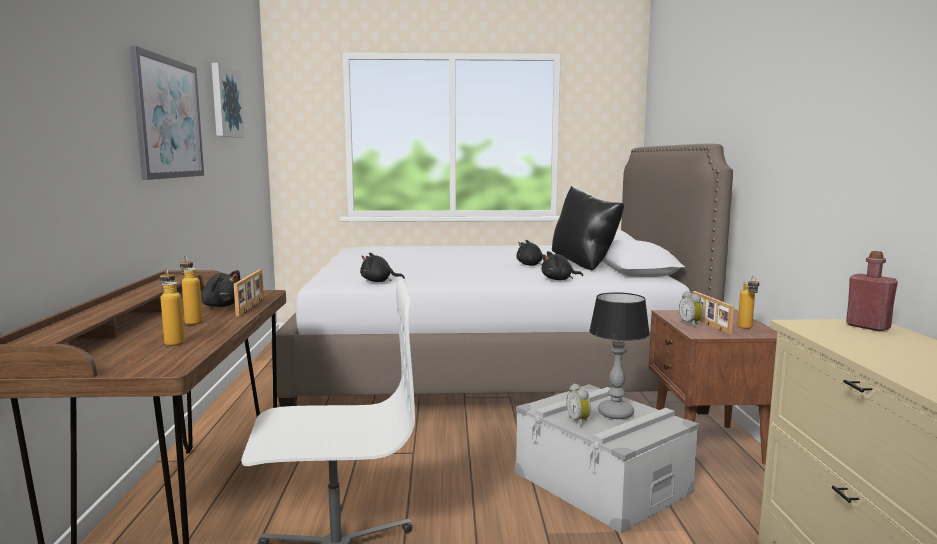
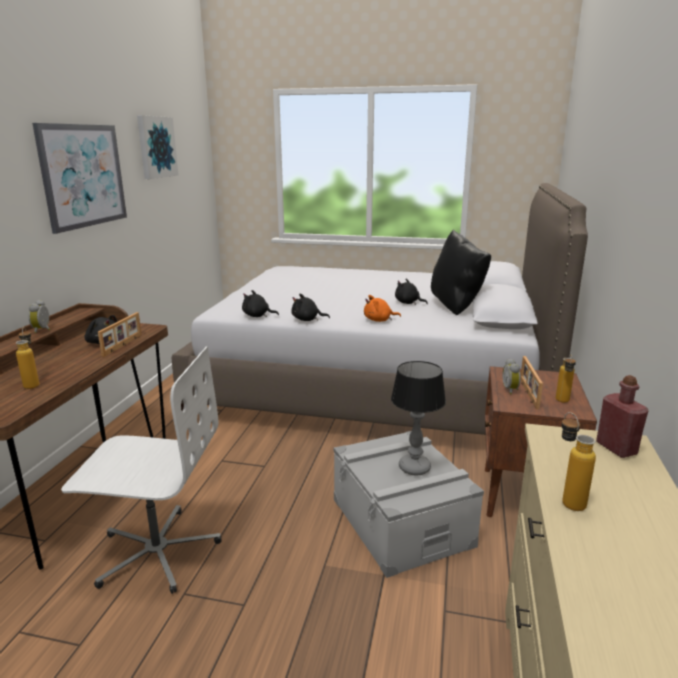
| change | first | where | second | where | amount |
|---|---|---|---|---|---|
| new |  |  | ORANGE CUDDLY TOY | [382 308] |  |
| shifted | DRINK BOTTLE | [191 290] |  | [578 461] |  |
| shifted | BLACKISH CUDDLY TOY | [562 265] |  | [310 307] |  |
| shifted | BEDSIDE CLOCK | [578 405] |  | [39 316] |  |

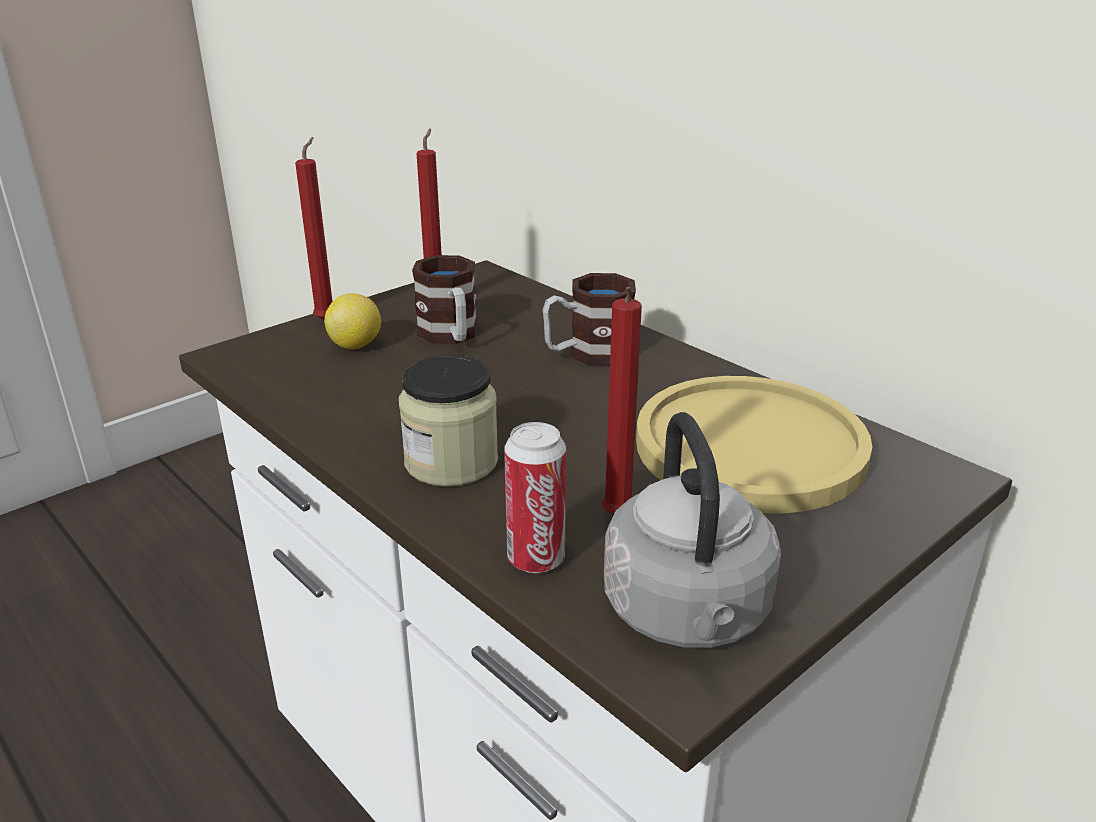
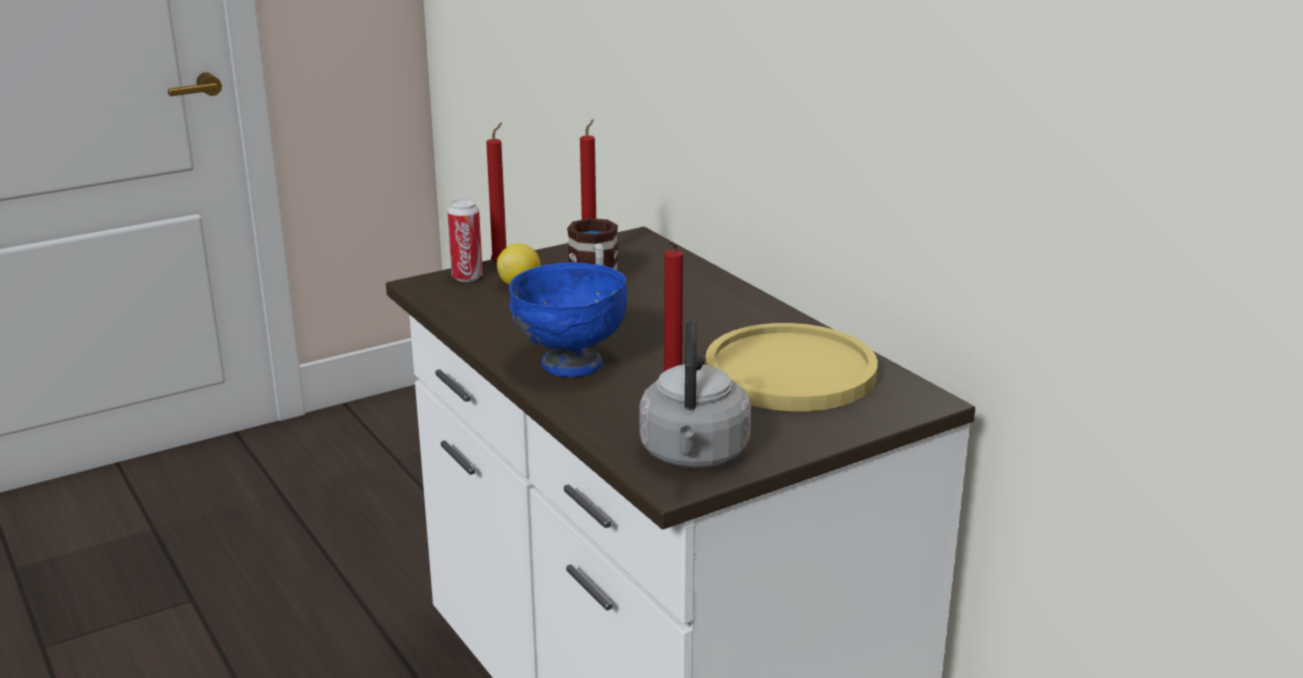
| change | first | where | second | where | amount |
|---|---|---|---|---|---|
| gone | TEA MUG | [589 319] |  |  |  |
| shifted | CAN | [535 497] |  | [465 240] |  |
| swapped | PRESERVE JAR | [448 421] | BLUE-COLOURED SERVING BOWL | [568 320] |  |

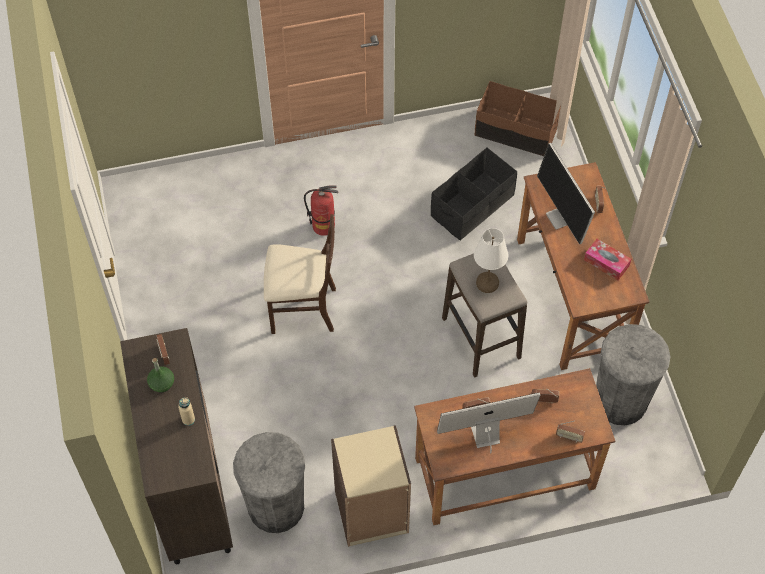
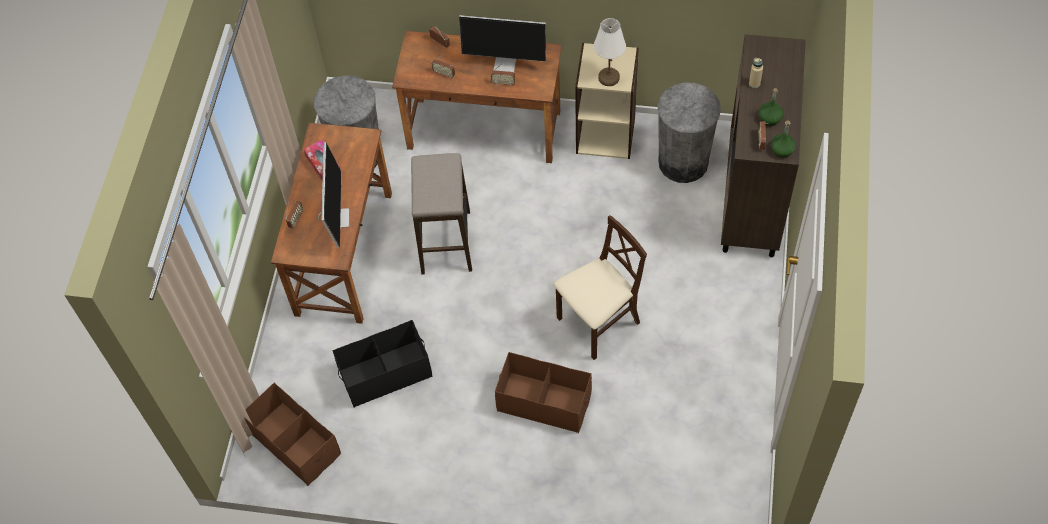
| change | first | where | second | where | amount |
|---|---|---|---|---|---|
| new |  |  | GREEN-COLOURED DRINK BOTTLE | [783 139] |  |
| shifted | WHITE LAMP FOR A TABLE | [491 260] |  | [610 52] |  |
| swapped | FIRE-FIGHTING CYLINDER | [321 210] | BROWNISH STORAGE BIN | [543 392] |  |
| rotated | SAND-COLOURED PLAIN CHAIR | [300 274] |  | [600 287] | 120 degrees clockwise |

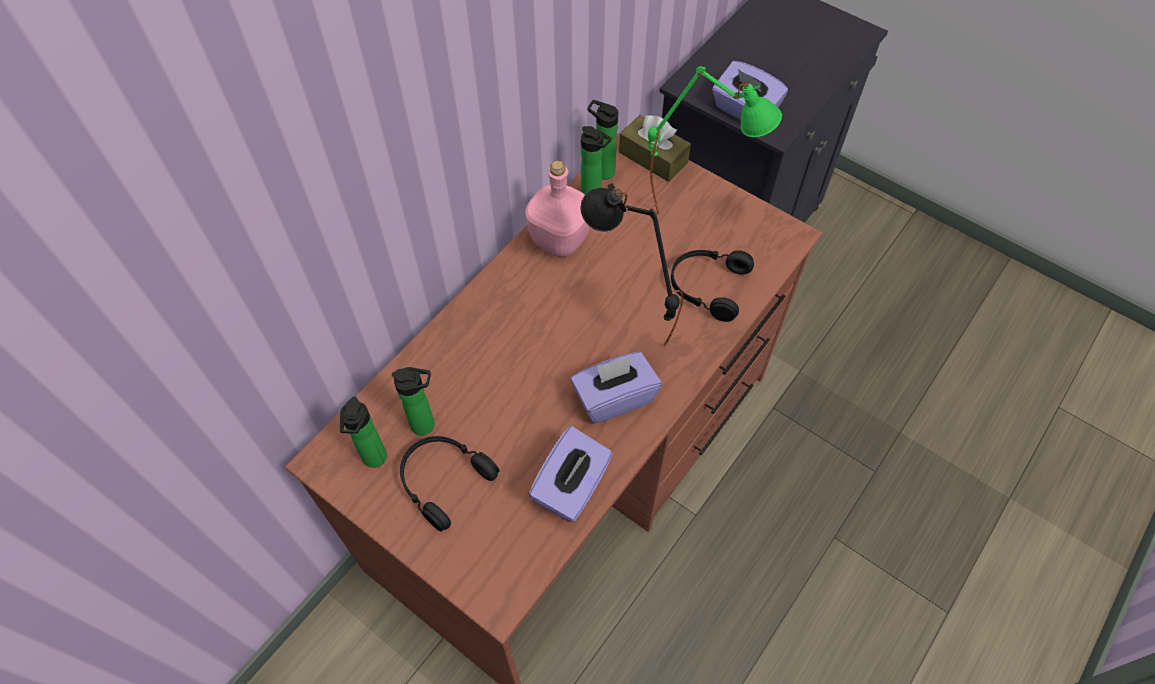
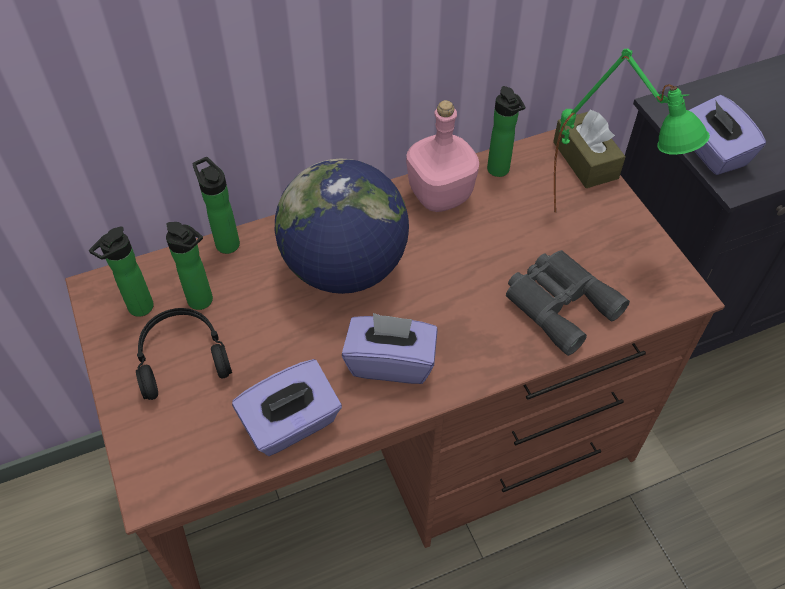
| change | first | where | second | where | amount |
|---|---|---|---|---|---|
| gone | BLACKISH LAMP FOR A TABLE | [631 264] |  |  |  |
| new |  |  | GLOBE | [342 226] |  |
| shifted | DRINK BOTTLE | [602 140] |  | [216 205] |  |
| swapped | BLACKISH HEADPHONES | [712 286] | GREY BINOCULARS | [568 303] |  |

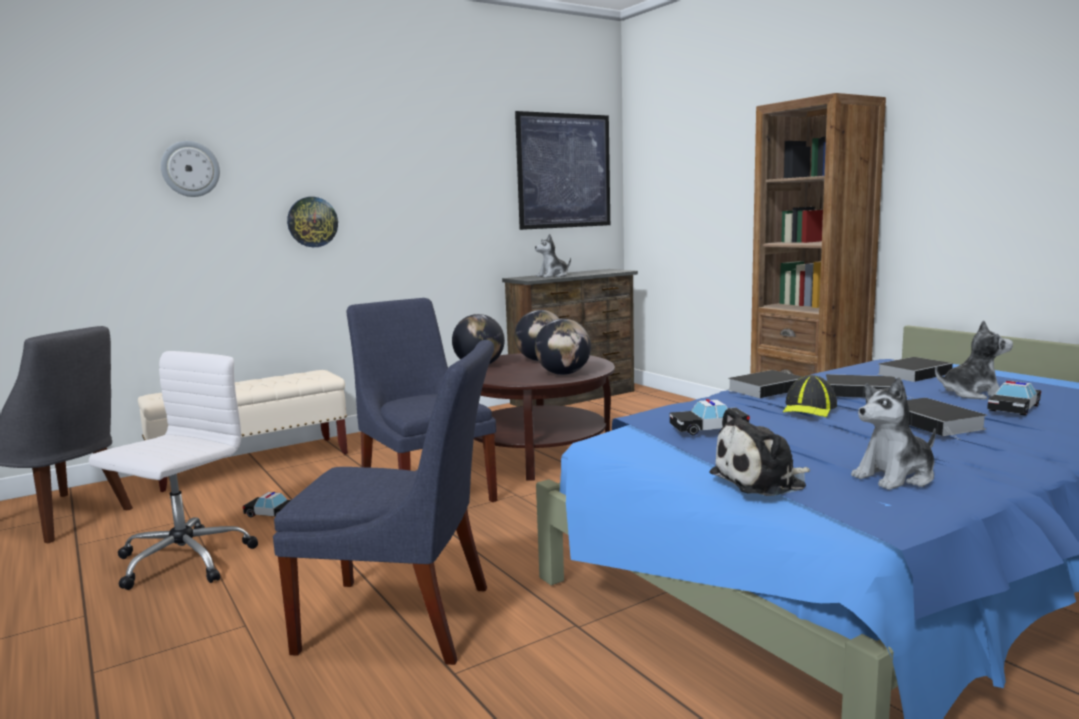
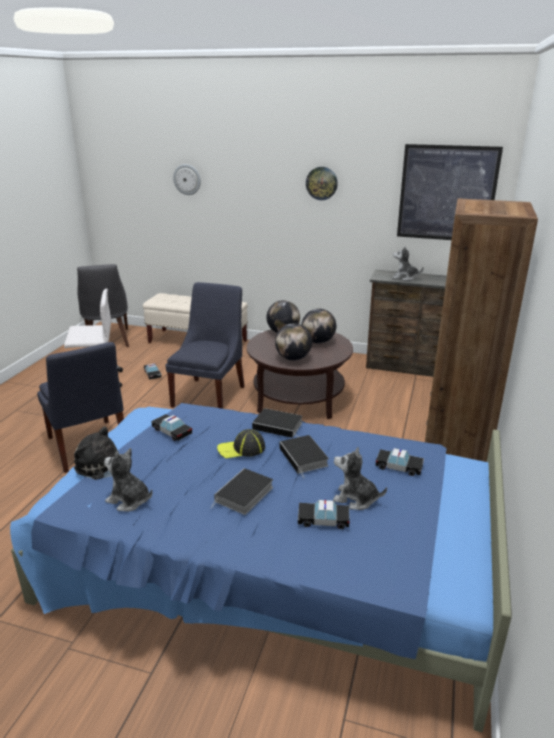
| change | first | where | second | where | amount |
|---|---|---|---|---|---|
| shifted | CLOCK ON THE WALL | [312 222] |  | [322 183] |  |
| swapped | VOLUME | [915 369] | TOY CAR | [399 462] |  |
| rotated | CUDDLY TOY | [974 360] |  | [360 478] | 150 degrees clockwise |

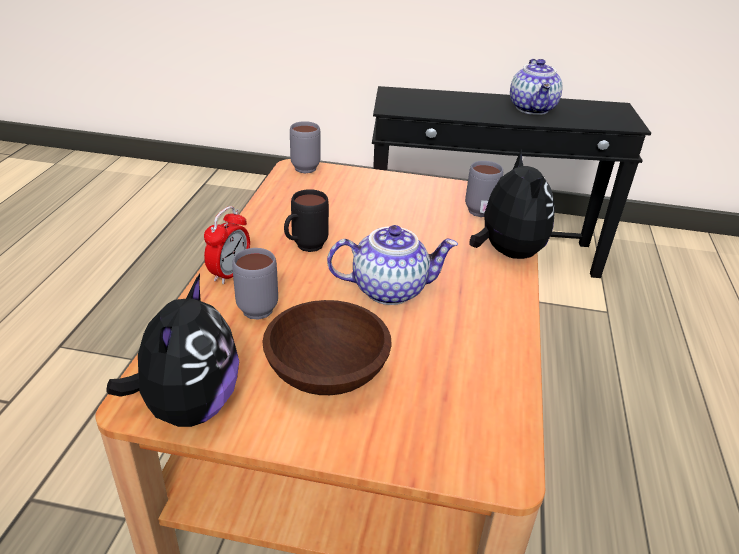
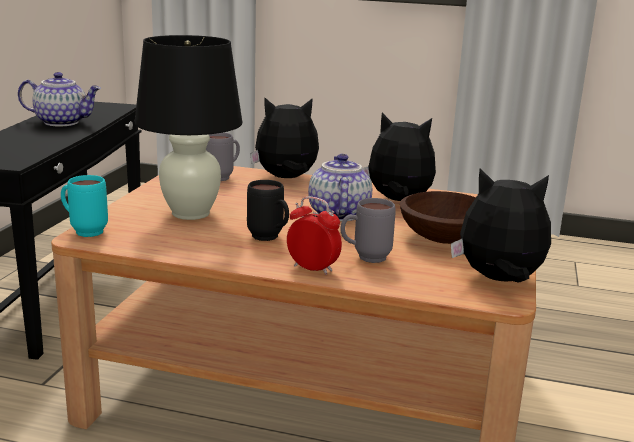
| change | first | where | second | where | amount |
|---|---|---|---|---|---|
| new |  |  | BLACKISH LAMP FOR A TABLE | [188 127] |  |
| new |  |  | CUDDLY TOY | [399 156] |  |
| repainted | GREY TEA MUG | [305 147] | BLUE-GREEN TEA MUG | [84 206] |  |

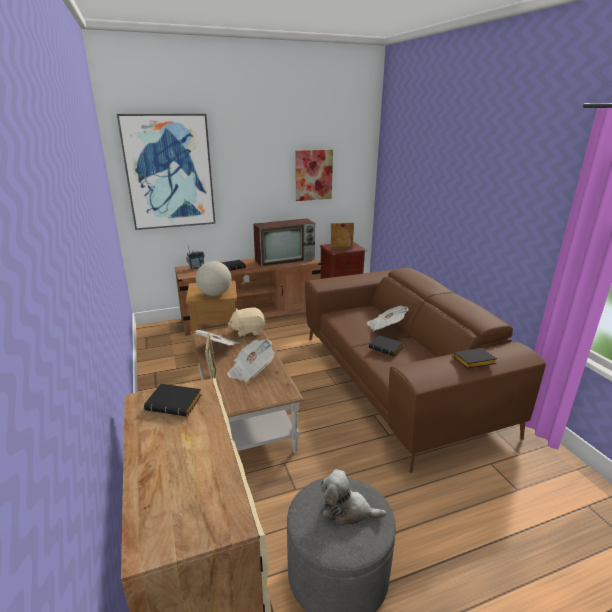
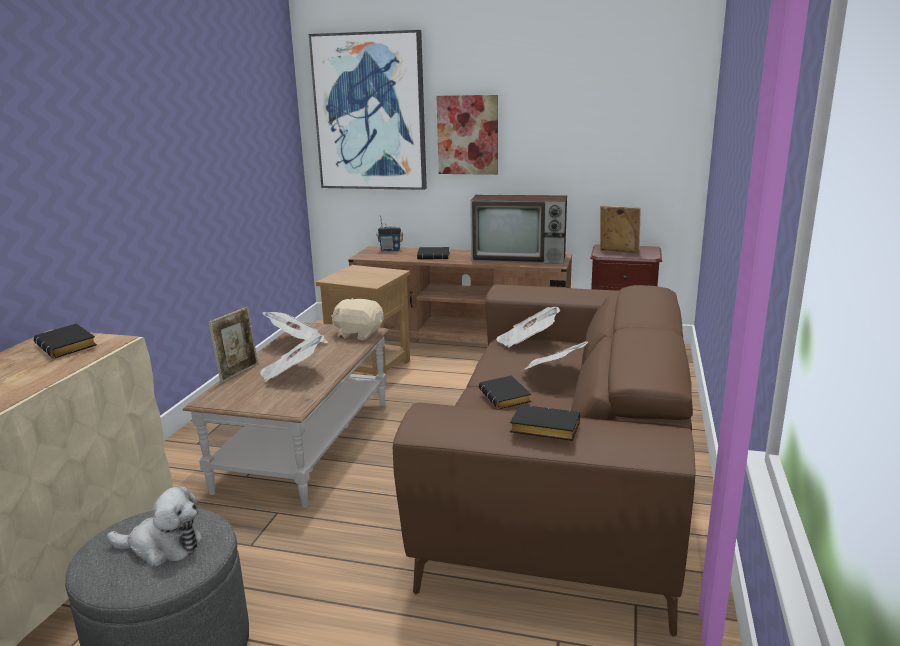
| change | first | where | second | where | amount |
|---|---|---|---|---|---|
| gone | GLOBE | [213 278] |  |  |  |
| new |  |  | DAILY PAPER | [528 327] |  |
| shifted | WALL ART | [314 175] |  | [467 135] |  |
| rotated | CUDDLY TOY | [354 497] |  | [154 526] | 135 degrees clockwise |

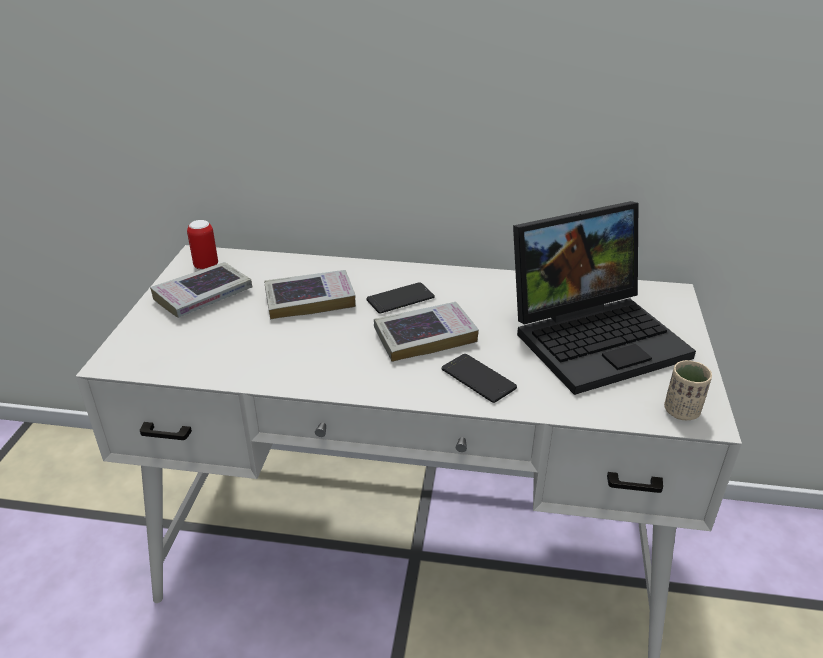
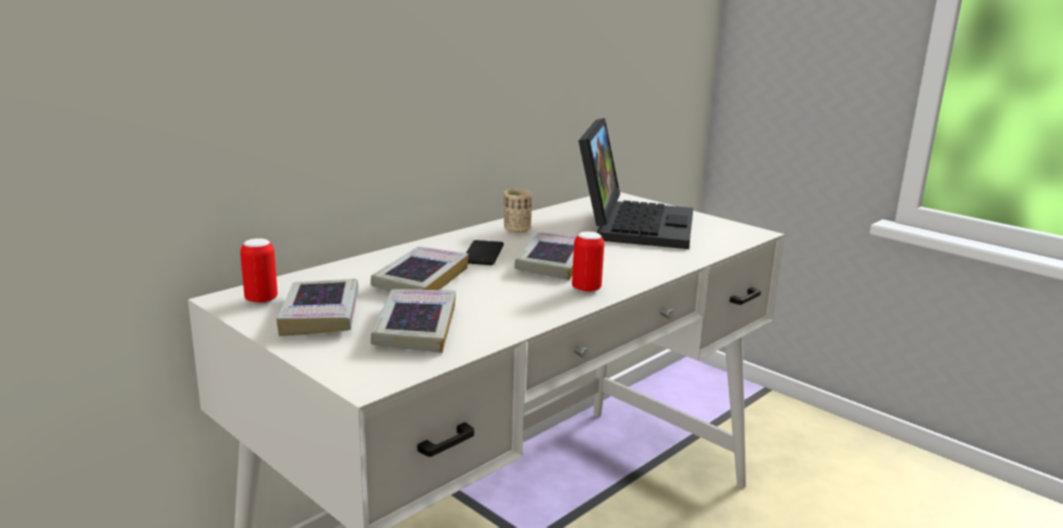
| change | first | where | second | where | amount |
|---|---|---|---|---|---|
| gone | HANDSET | [479 378] |  |  |  |
| new |  |  | VOLUME | [413 321] |  |
| new |  |  | CAN | [588 262] |  |
| shifted | SAND-COLOURED CUP | [688 390] |  | [518 211] |  |

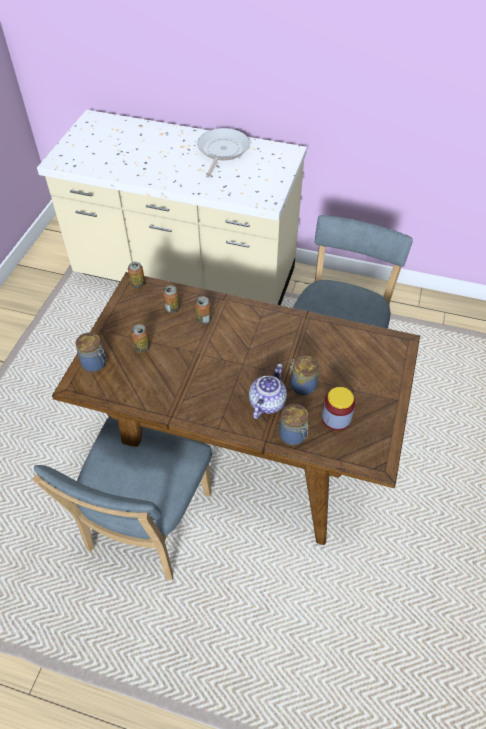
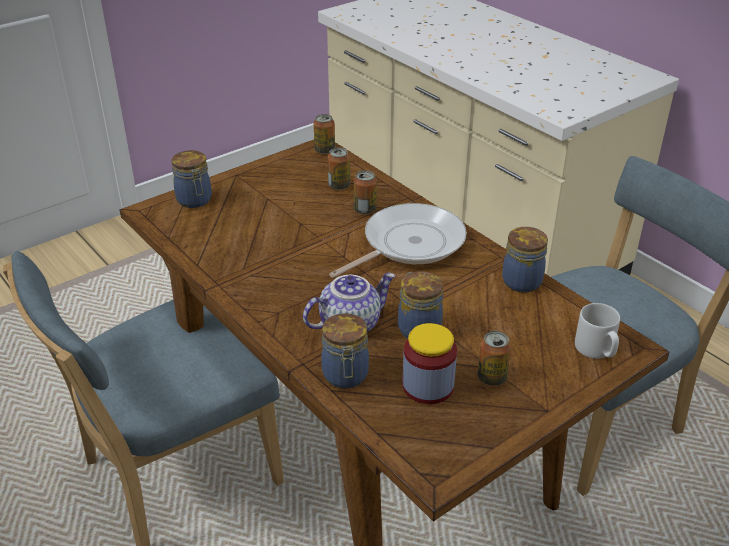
| change | first | where | second | where | amount |
|---|---|---|---|---|---|
| new |  |  | PRESERVE JAR | [525 259] |  |
| new |  |  | GREY TEA MUG | [597 331] |  |
| shifted | CAN | [140 338] |  | [494 358] |  |
| shifted | PAN | [223 153] |  | [398 240] |  |

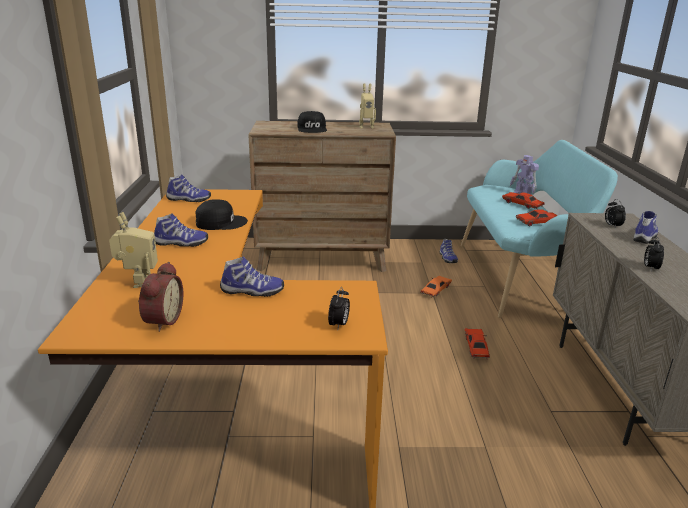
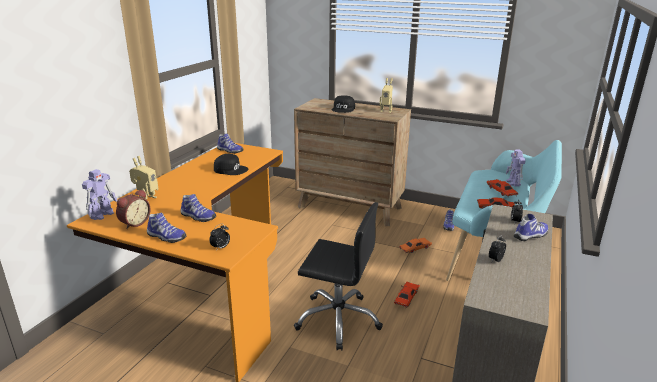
| change | first | where | second | where | amount |
|---|---|---|---|---|---|
| new |  |  | ROBOT FIGURE | [99 194] |  |
| new |  |  | BLACKISH DESK CHAIR | [338 276] |  |
| shifted | LOW SHOE | [181 230] |  | [166 228] |  |

